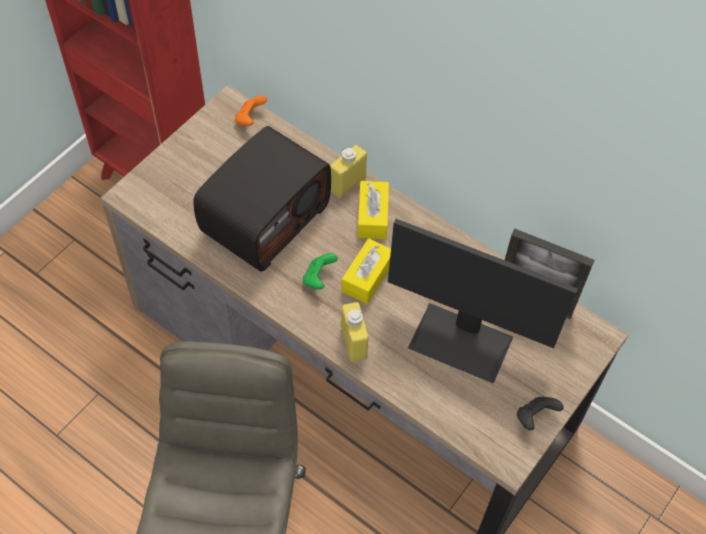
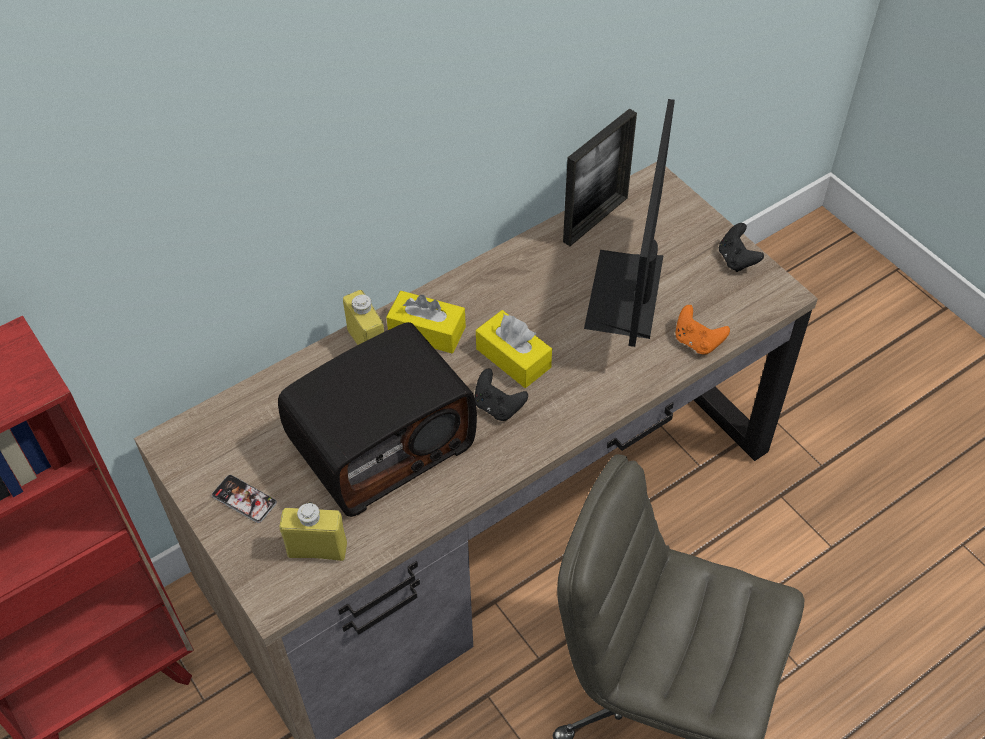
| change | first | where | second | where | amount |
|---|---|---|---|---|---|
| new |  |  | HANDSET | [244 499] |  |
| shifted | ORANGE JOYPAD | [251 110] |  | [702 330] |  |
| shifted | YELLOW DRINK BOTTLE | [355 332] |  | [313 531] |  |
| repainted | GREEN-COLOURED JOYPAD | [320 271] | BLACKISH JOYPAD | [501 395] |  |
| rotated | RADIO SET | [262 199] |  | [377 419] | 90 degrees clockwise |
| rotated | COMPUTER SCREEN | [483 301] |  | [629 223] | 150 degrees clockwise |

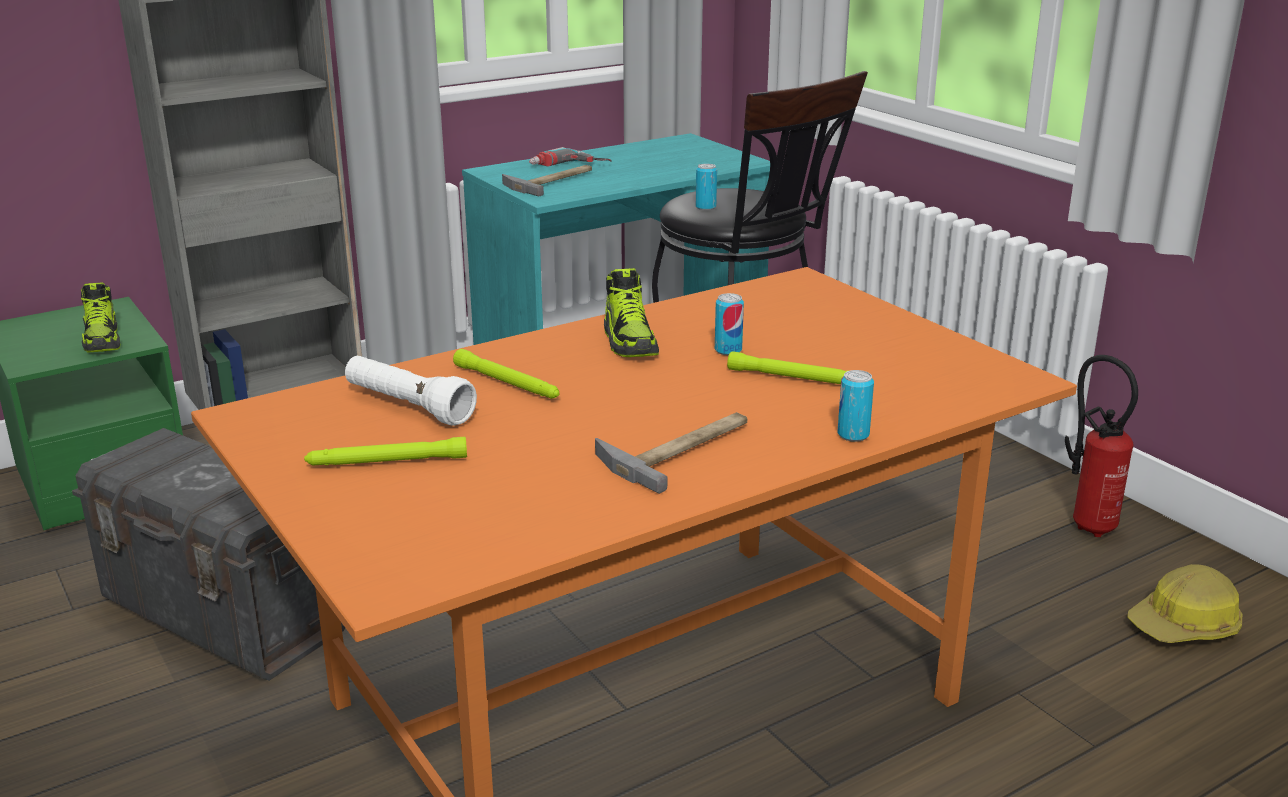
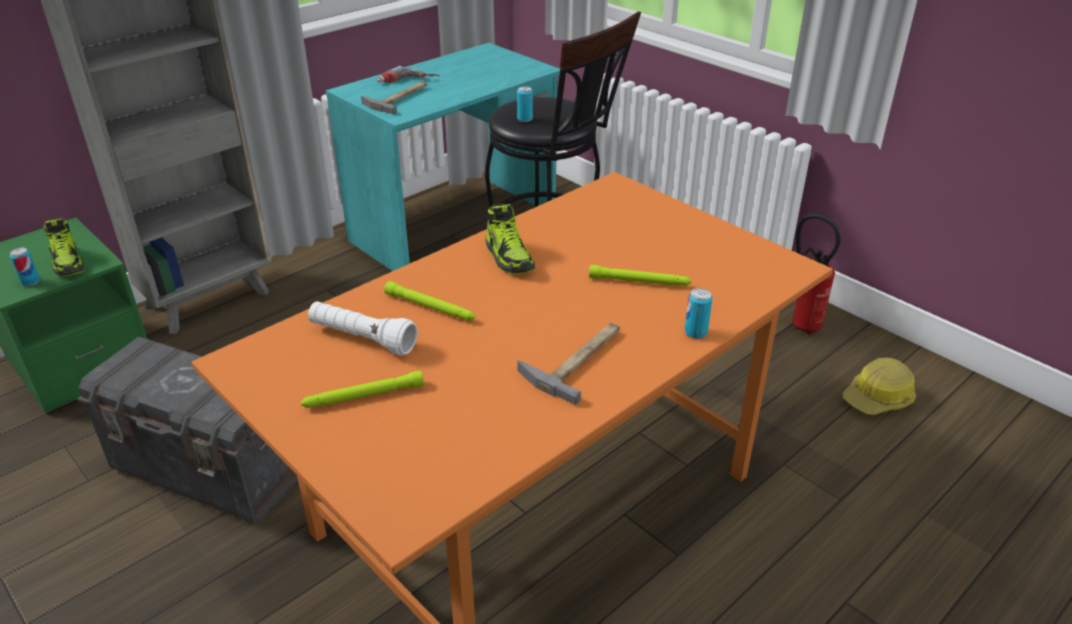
| change | first | where | second | where | amount |
|---|---|---|---|---|---|
| shifted | CAN | [729 324] |  | [25 267] |  |

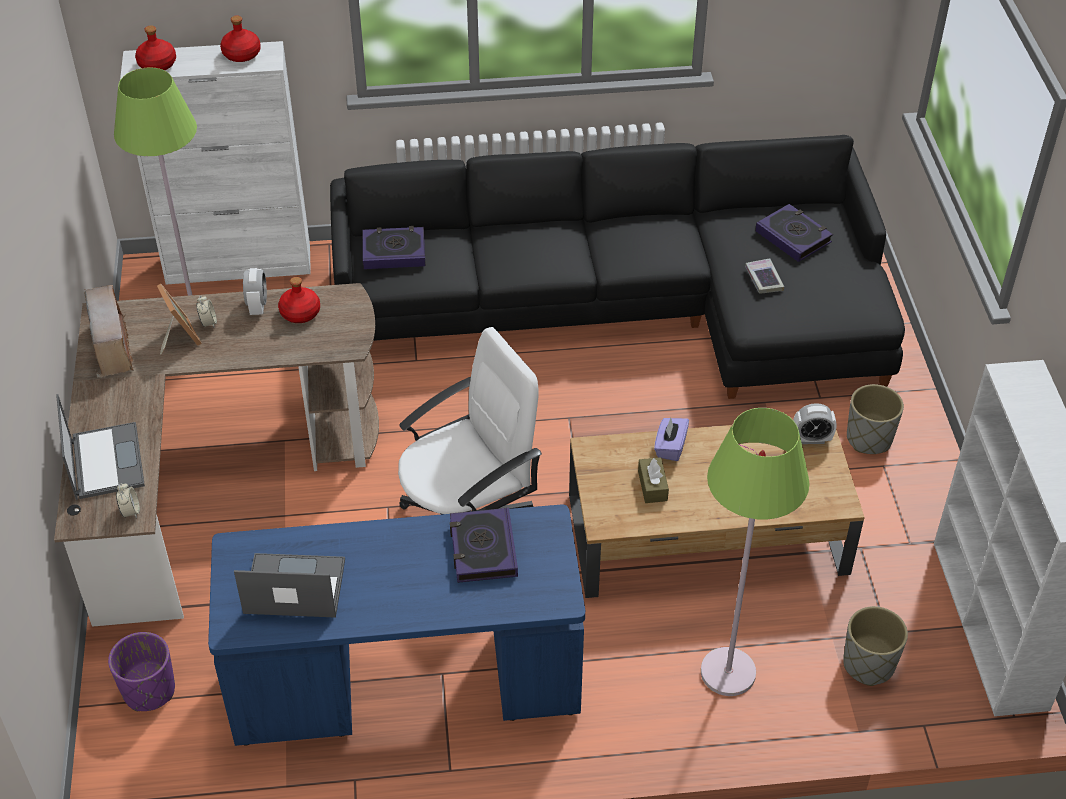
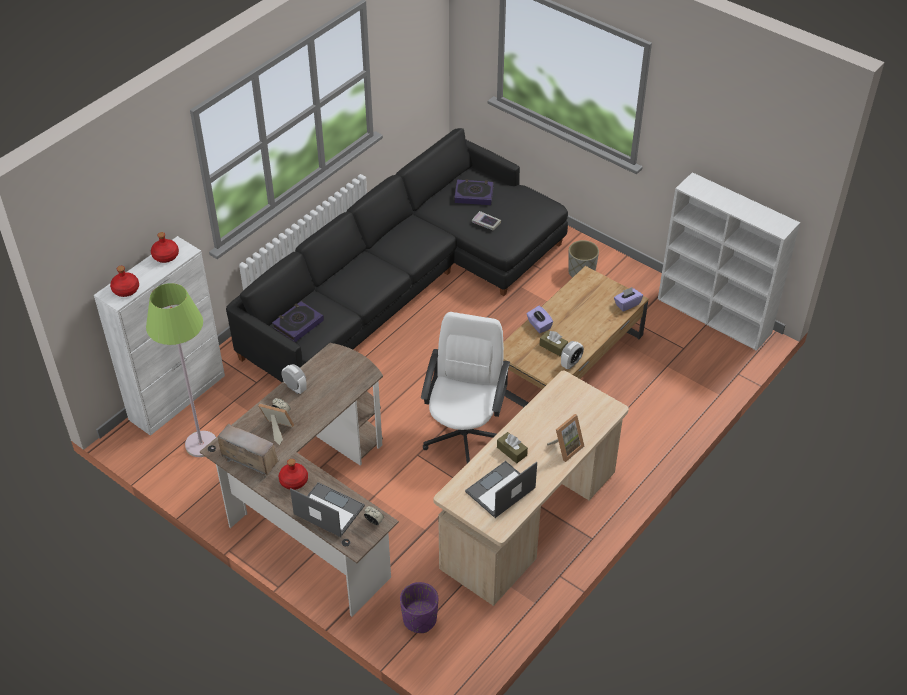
| change | first | where | second | where | amount |
|---|---|---|---|---|---|
| gone | VOLUME | [484 545] |  |  |  |
| gone | GREEN-COLOURED STANDARD LAMP | [755 552] |  |  |  |
| gone | GREY PLANT POT | [875 646] |  |  |  |
| new |  |  | BROWNISH BOX OF TISSUES | [512 447] |  |
| new |  |  | PHOTO FRAME | [565 438] |  |
| new |  |  | PURPLISH BOX OF TISSUES | [628 299] |  |
| shifted | RED-COLOURED DRINK BOTTLE | [299 300] |  | [293 474] |  |
| shifted | BEDSIDE CLOCK | [815 423] |  | [572 355] |  |
| repainted | BLUE-COLOURED DESK | [396 625] | SAND-COLOURED DESK | [531 488] |  |

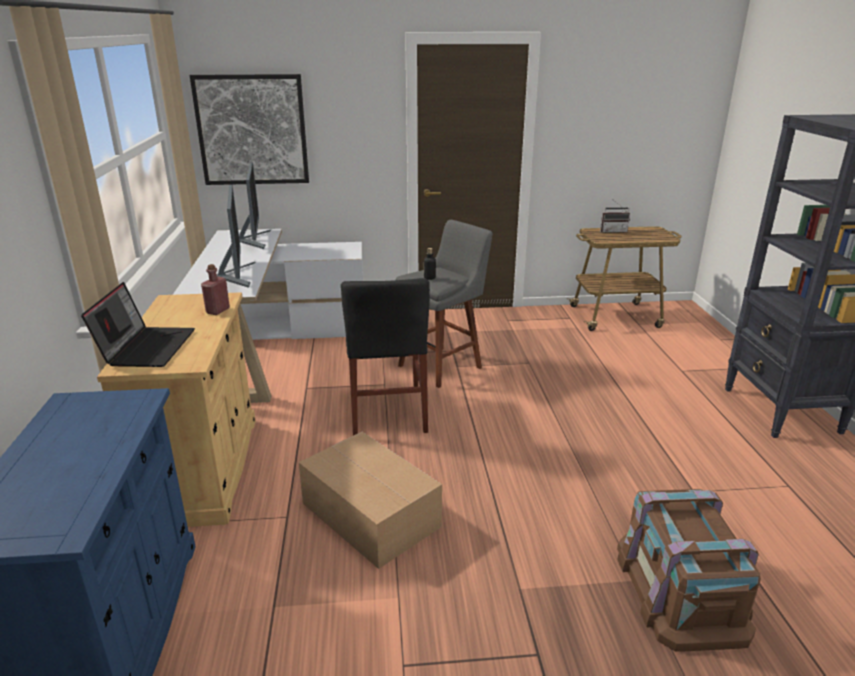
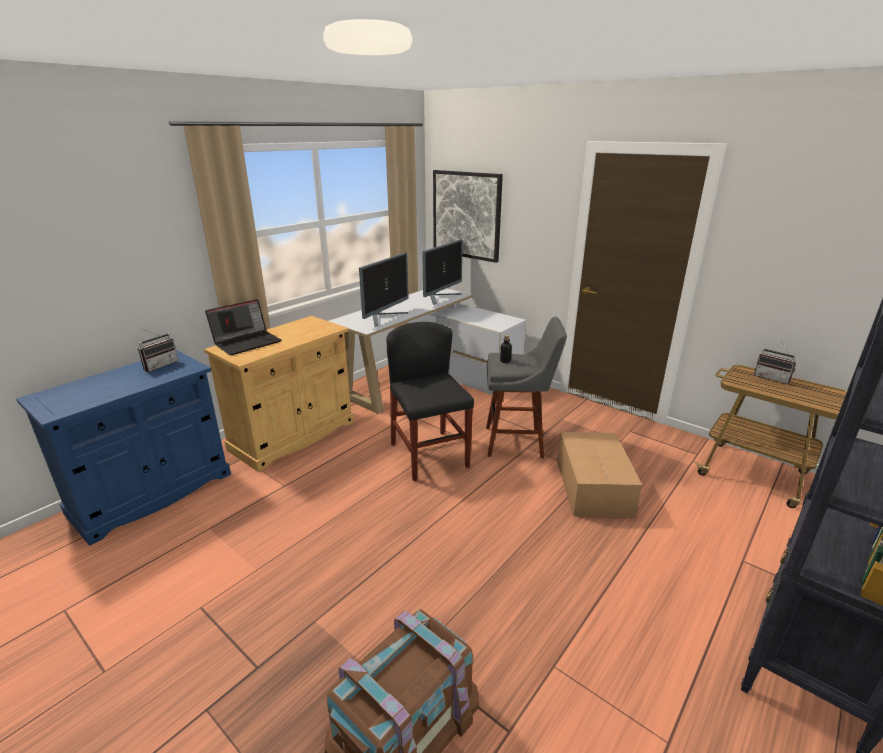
| change | first | where | second | where | amount |
|---|---|---|---|---|---|
| gone | RED-COLOURED DRINK BOTTLE | [215 289] |  |  |  |
| new |  |  | RADIO SET | [158 350] |  |
| shifted | CARTON | [370 500] |  | [599 475] |  |
| rotated | BLACKISH PLAIN CHAIR | [385 357] |  | [430 401] | 120 degrees clockwise |

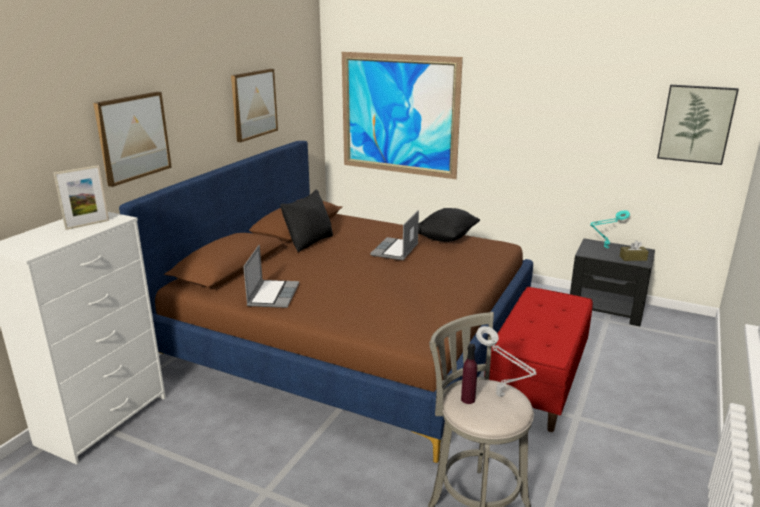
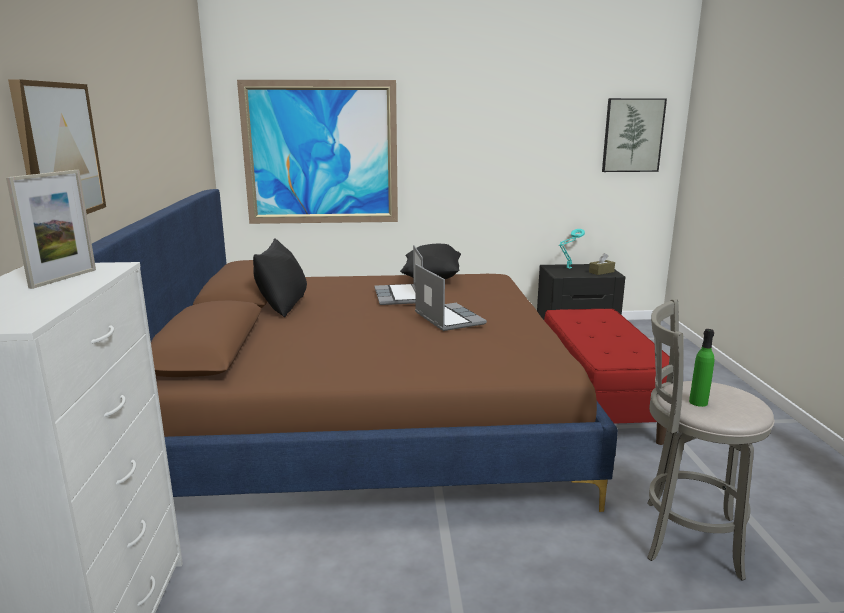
| change | first | where | second | where | amount |
|---|---|---|---|---|---|
| gone | WALL ART | [254 105] |  |  |  |
| gone | GREY LAMP FOR A TABLE | [506 361] |  |  |  |
| shifted | LAPTOP | [271 276] |  | [451 297] |  |
| repainted | PURPLISH DRINK BOTTLE | [469 374] | GREEN-COLOURED DRINK BOTTLE | [701 368] |  |

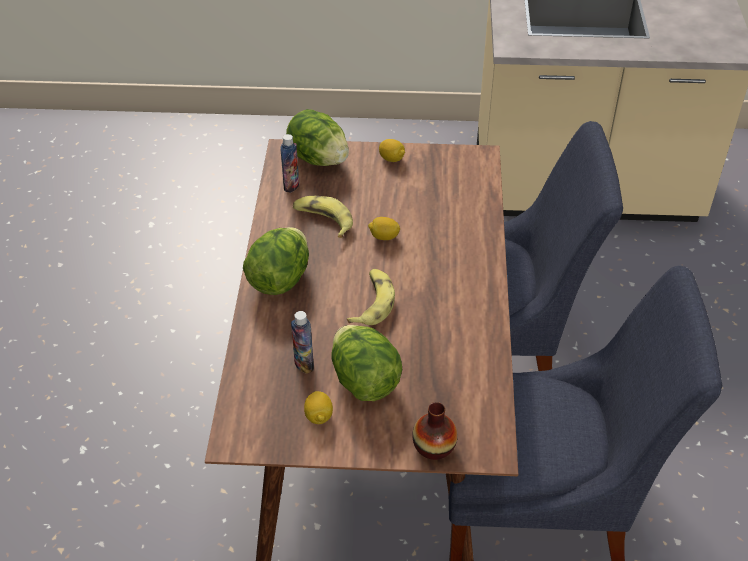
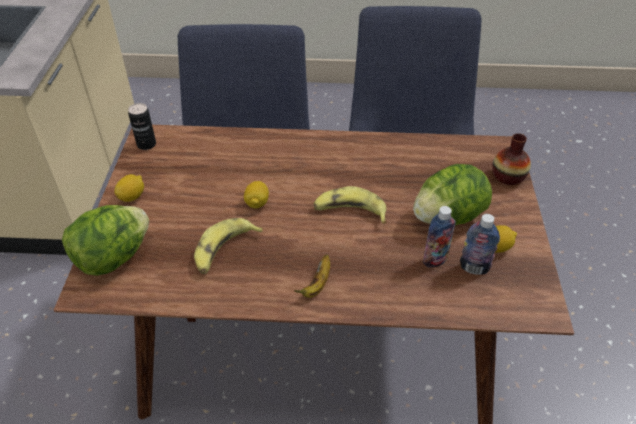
| change | first | where | second | where | amount |
|---|---|---|---|---|---|
| new |  |  | CAN | [142 126] |  |
| shifted | DRINK BOTTLE | [289 163] |  | [480 244] |  |
| swapped | LETTUCE HEAD | [276 261] | BANANA | [312 276] |  |

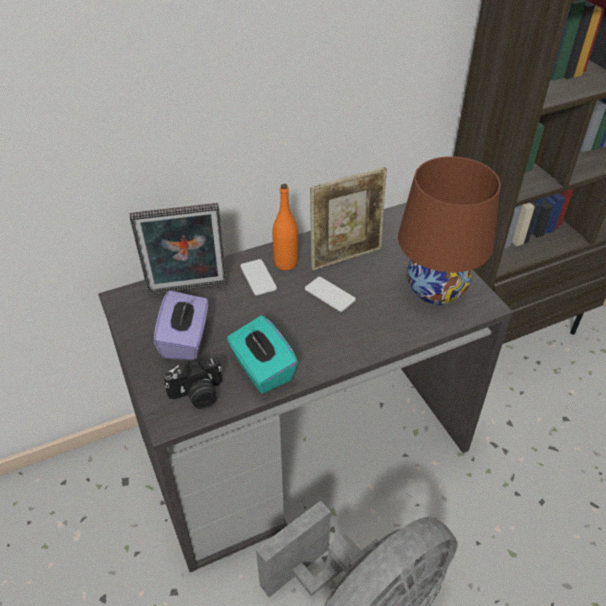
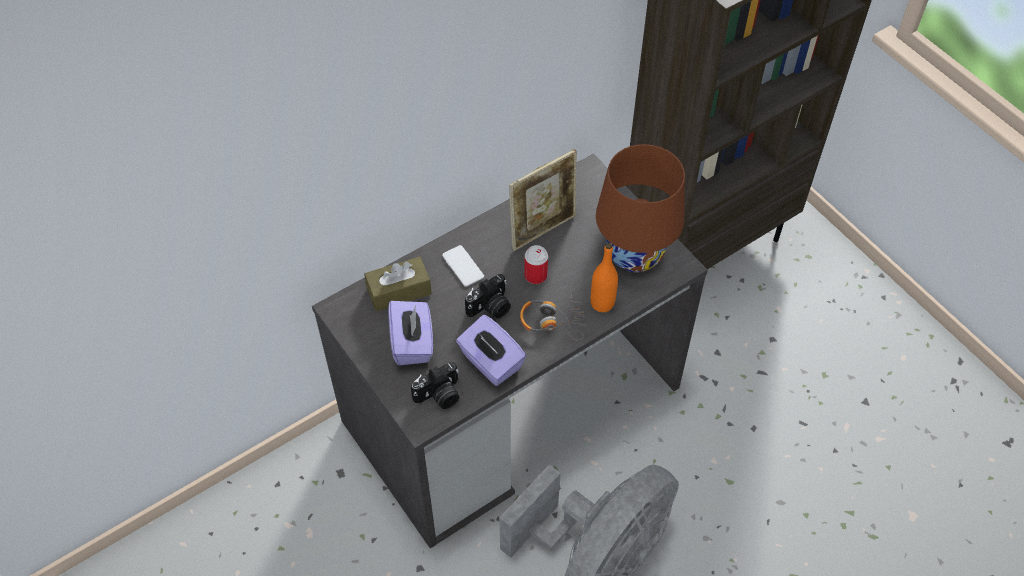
| change | first | where | second | where | amount |
|---|---|---|---|---|---|
| new |  |  | PHOTO CAMERA | [488 296] |  |
| new |  |  | HEADPHONES | [553 317] |  |
| shifted | ORANGE DRINK BOTTLE | [285 227] |  | [604 277] |  |
| swapped | PHOTO FRAME | [178 249] | BROWNISH BOX OF TISSUES | [398 283] |  |
| swapped | HANDSET | [330 294] | CAN | [536 264] |  |
| repainted | BLUE-GREEN BOX OF TISSUES | [262 354] | PURPLISH BOX OF TISSUES | [491 350] |  |

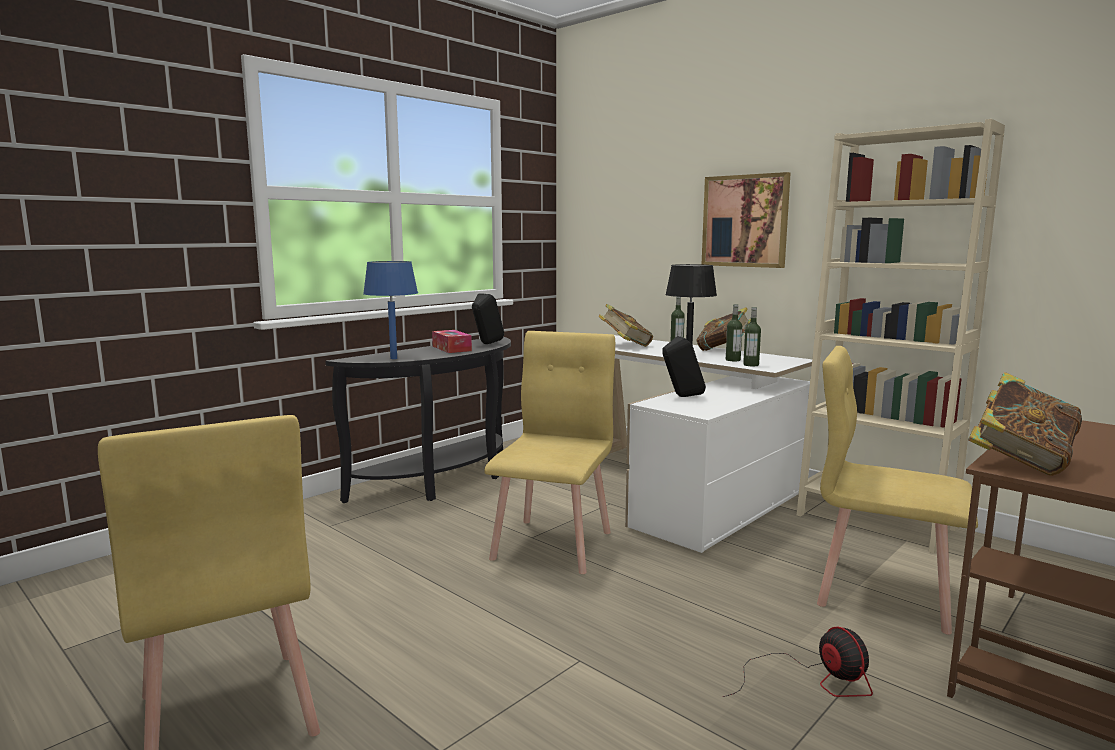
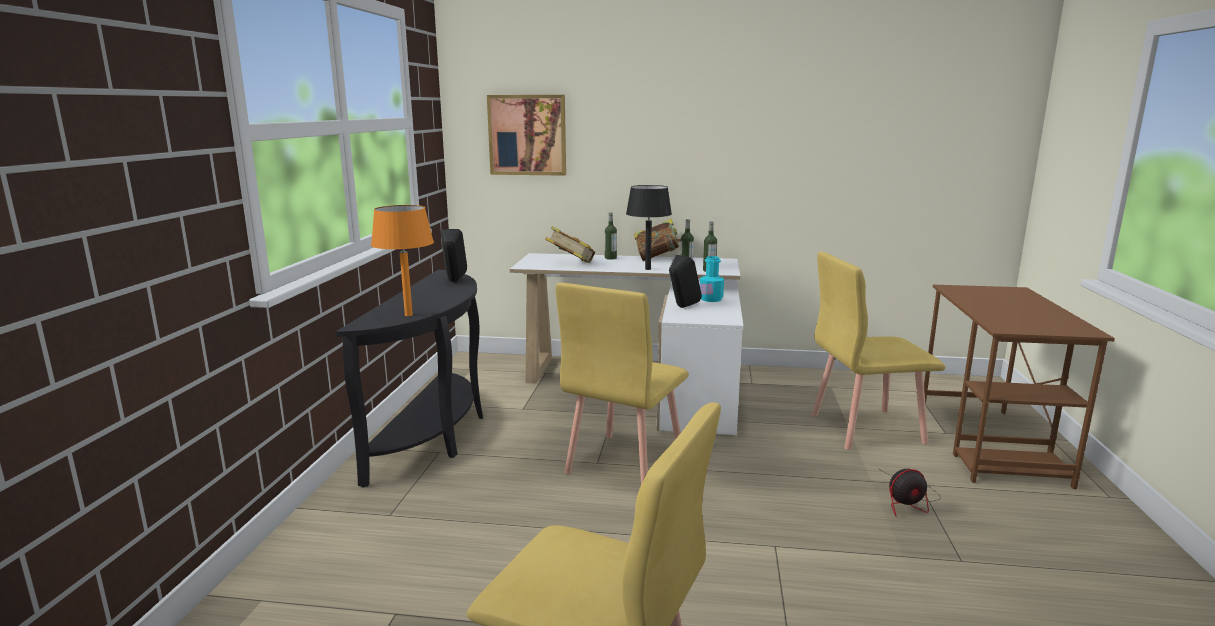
| change | first | where | second | where | amount |
|---|---|---|---|---|---|
| gone | BOX OF TISSUES | [452 341] |  |  |  |
| gone | SAND-COLOURED BOOKSHELF | [901 336] |  |  |  |
| gone | VOLUME | [1025 424] |  |  |  |
| new |  |  | BLUE-GREEN DRINK BOTTLE | [712 279] |  |
| shifted | WALL ART | [746 220] |  | [526 135] |  |
| repainted | BLUE-COLOURED LAMP FOR A TABLE | [390 310] | ORANGE LAMP FOR A TABLE | [402 260] |  |
| rotated | YELLOW PLAIN CHAIR | [549 452] |  | [622 384] | 135 degrees counterclockwise |
| rotated | FAN | [798 662] |  | [908 491] | 135 degrees clockwise |

